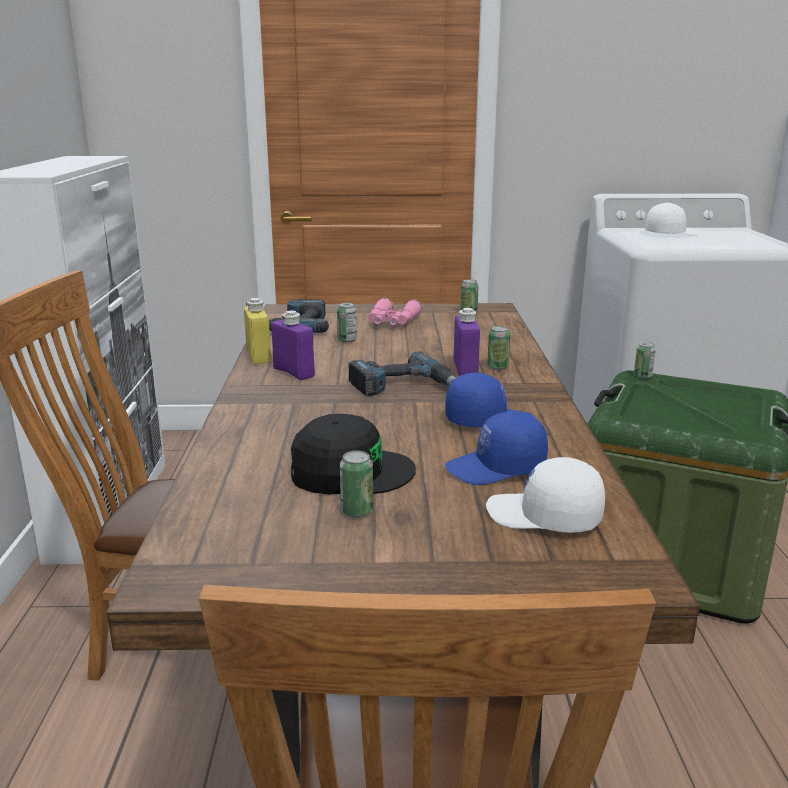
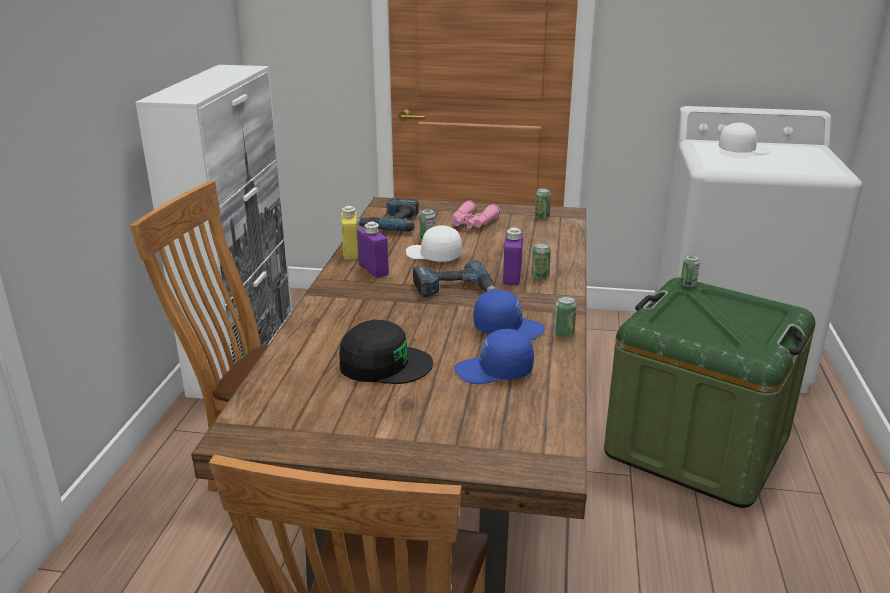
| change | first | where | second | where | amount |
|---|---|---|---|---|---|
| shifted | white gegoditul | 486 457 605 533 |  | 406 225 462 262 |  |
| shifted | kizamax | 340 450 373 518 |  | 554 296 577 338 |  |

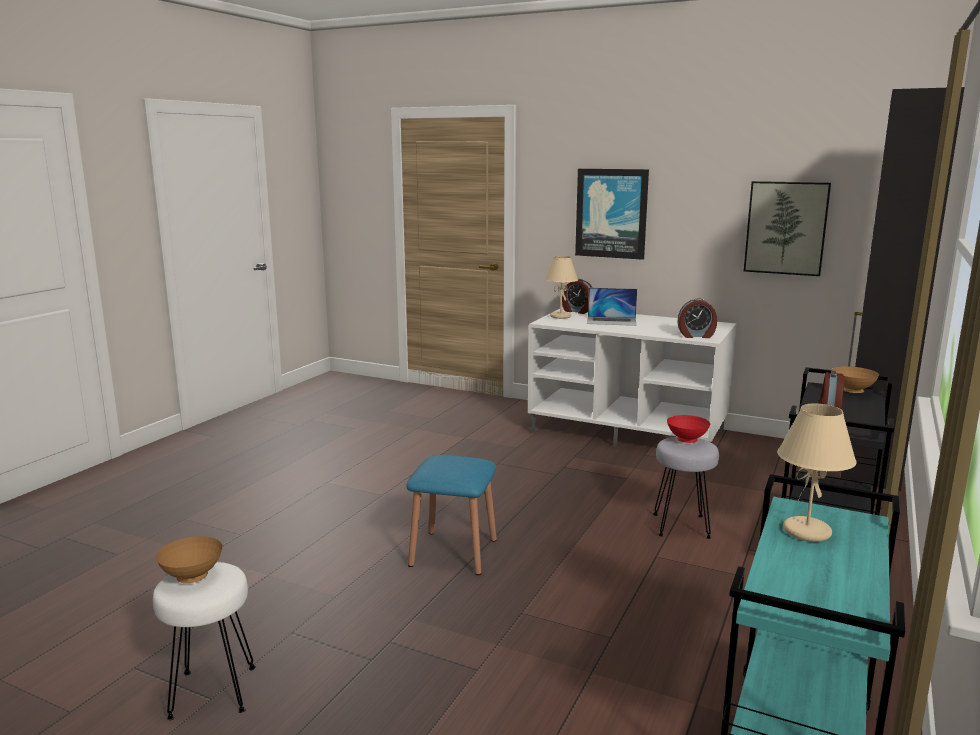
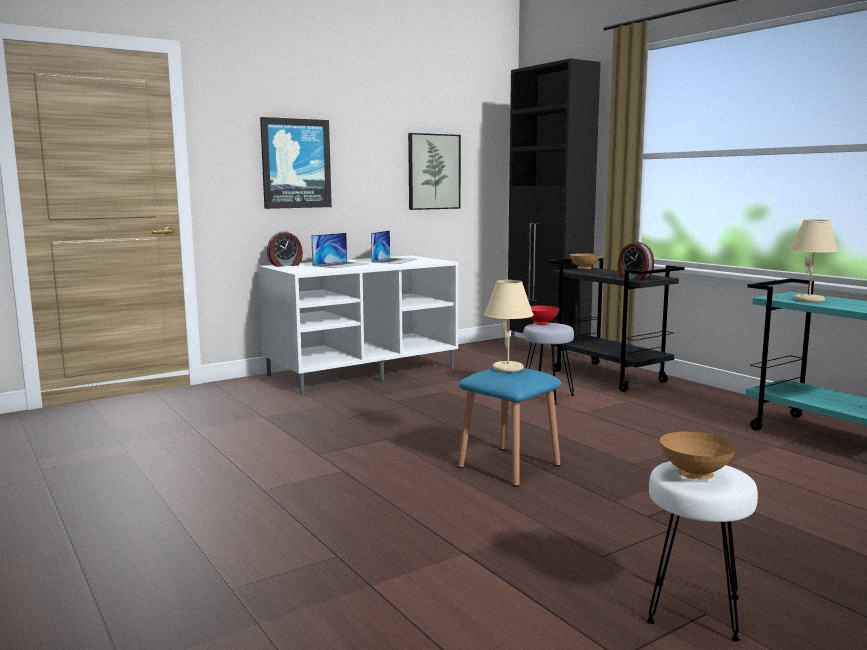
| change | first | where | second | where | amount |
|---|---|---|---|---|---|
| new |  |  | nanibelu | 371 230 417 264 |  |
| shifted | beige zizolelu | 545 256 578 319 |  | 484 280 534 372 |  |
| gone | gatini | 677 298 717 338 |  |  |  |

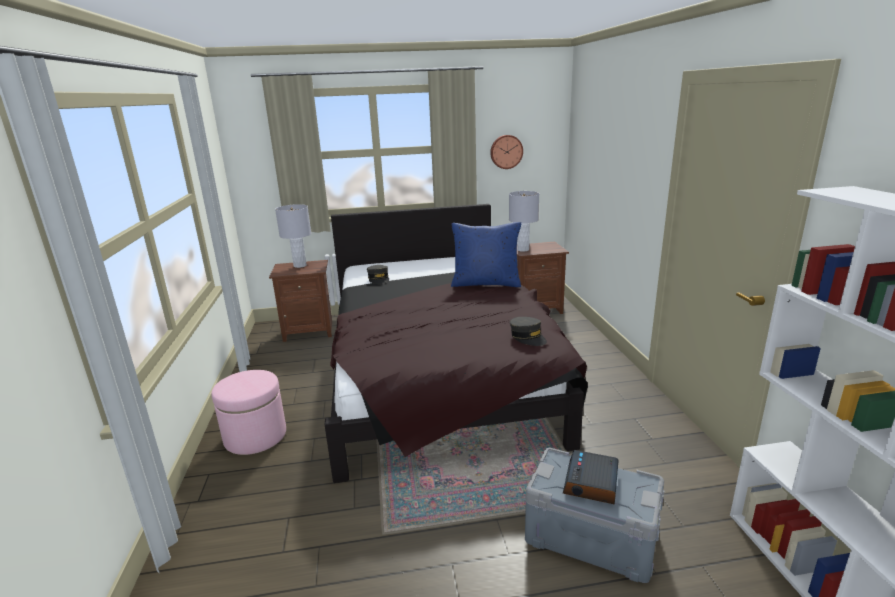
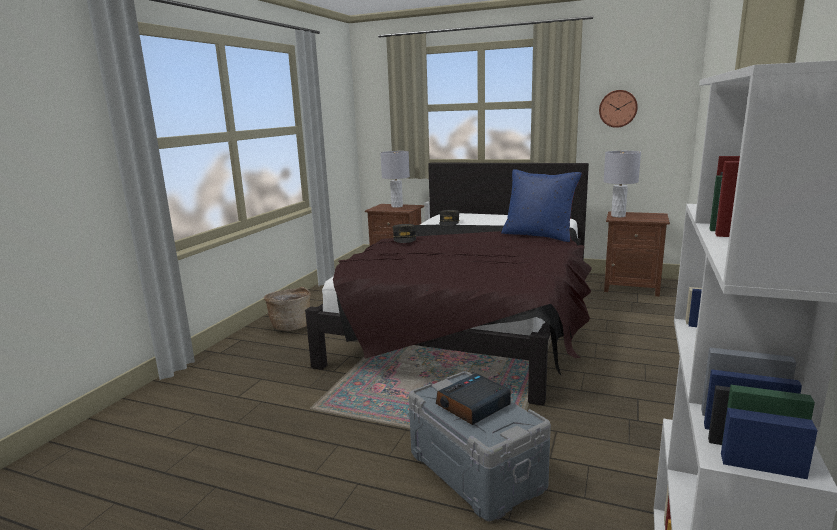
| change | first | where | second | where | amount |
|---|---|---|---|---|---|
| swapped | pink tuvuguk | 211 370 286 455 | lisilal | 264 287 311 331 |  |
| shifted | grey gegoditul | 510 317 547 346 |  | 392 224 416 243 |  |

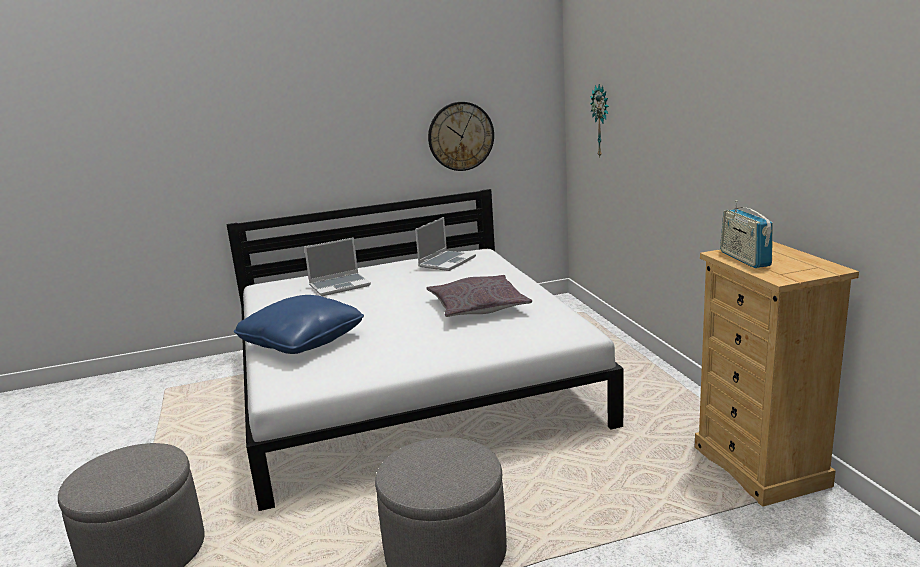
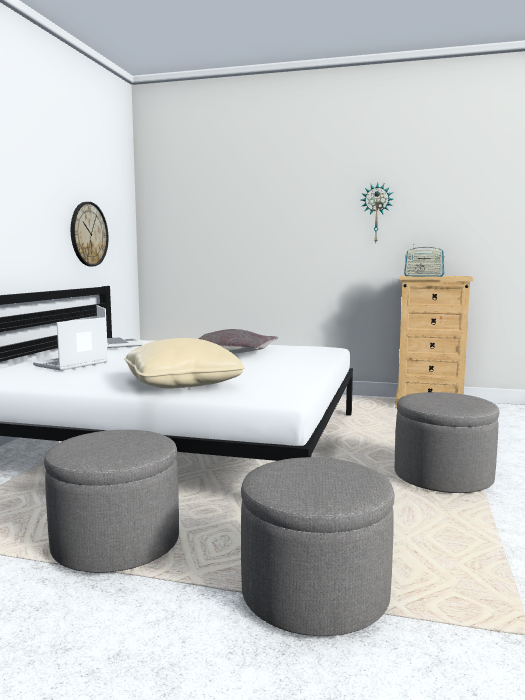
| change | first | where | second | where | amount |
|---|---|---|---|---|---|
| rotated | nanibelu | 304 237 371 296 |  | 33 317 108 371 | 150 degrees counterclockwise |
| new |  |  | grey tuvuguk | 44 430 179 573 |  |
| repainted | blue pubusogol | 234 295 364 354 | beige pubusogol | 124 338 244 389 |  |
| shifted | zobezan | 590 84 609 158 |  | 361 183 393 244 |  |

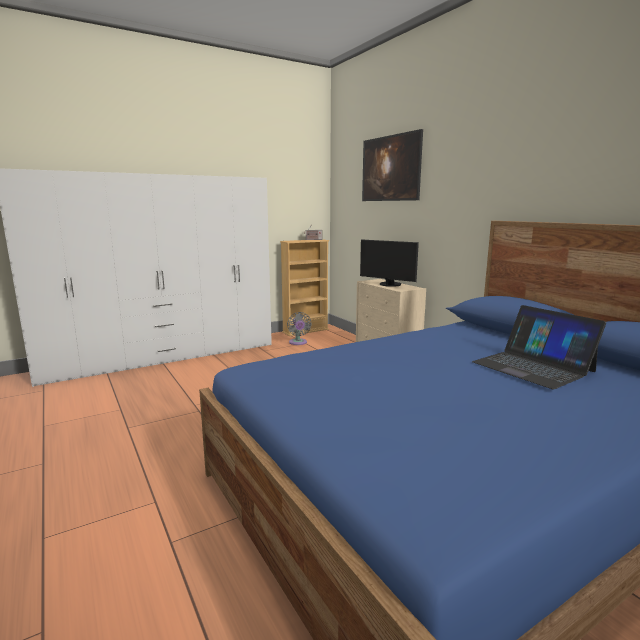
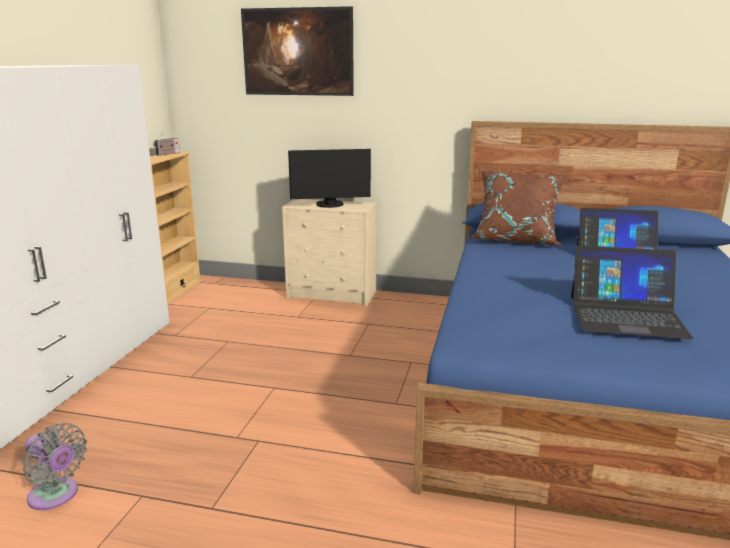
| change | first | where | second | where | amount |
|---|---|---|---|---|---|
| shifted | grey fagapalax | 287 312 311 345 |  | 23 423 87 510 |  |
| new |  |  | brown pubusogol | 469 170 567 245 |  |
| new |  |  | nanibelu | 571 245 693 339 |  |

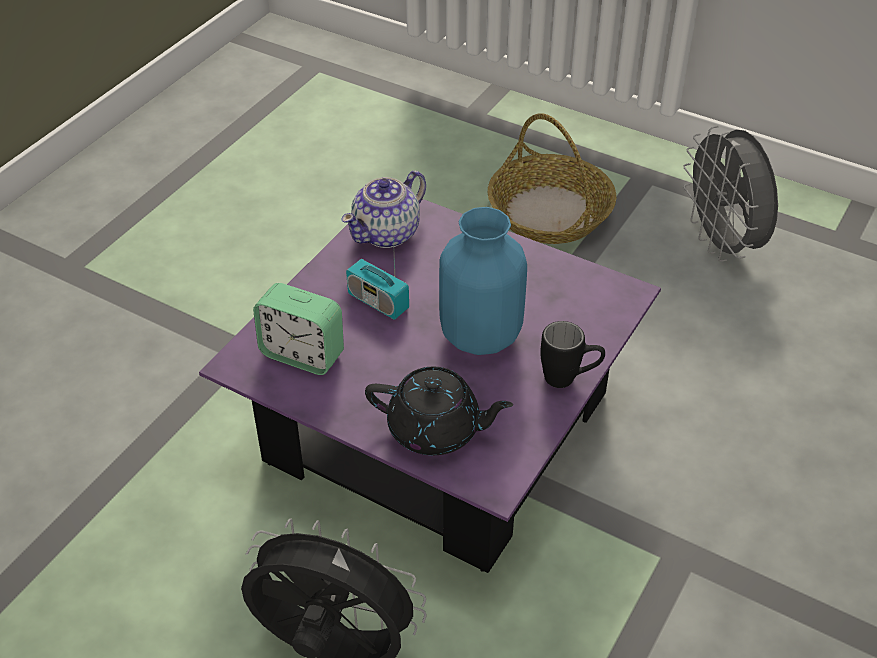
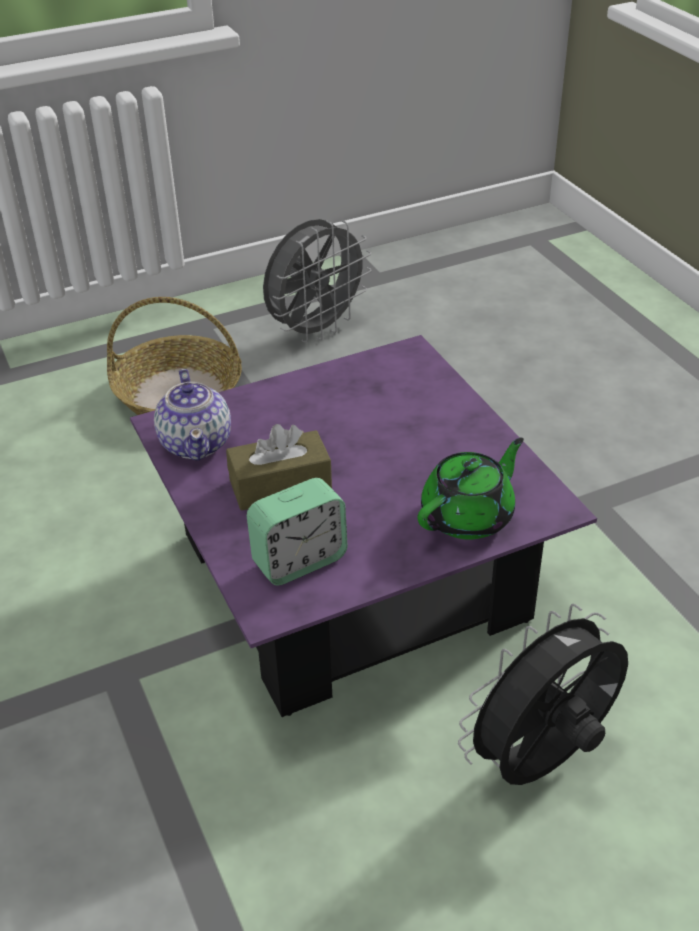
| change | first | where | second | where | amount |
|---|---|---|---|---|---|
| swapped | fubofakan | 346 233 409 320 | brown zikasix | 226 424 332 511 |  |
| rotated | grey fagapalax | 683 126 778 262 |  | 263 219 371 343 | 60 degrees counterclockwise |
| repainted | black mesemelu | 365 366 513 455 | green mesemelu | 418 438 524 540 |  |
| gone | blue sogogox | 439 207 527 355 |  |  |  |
| gone | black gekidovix | 540 321 605 388 |  |  |  |

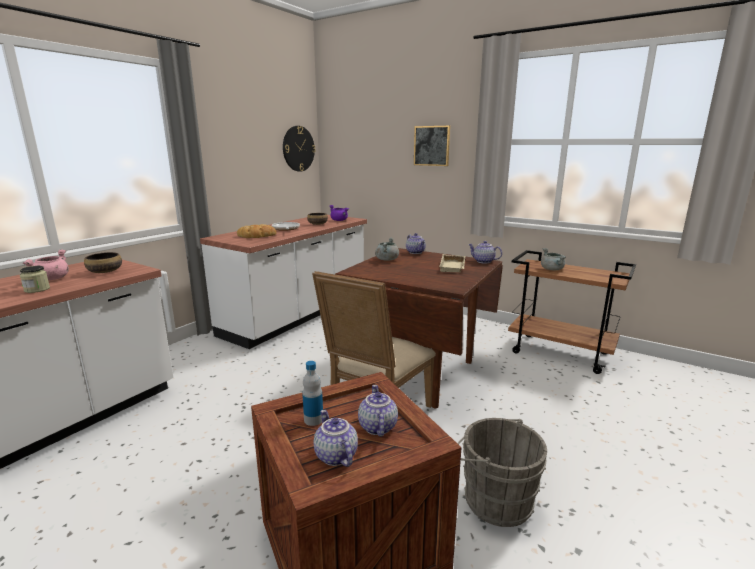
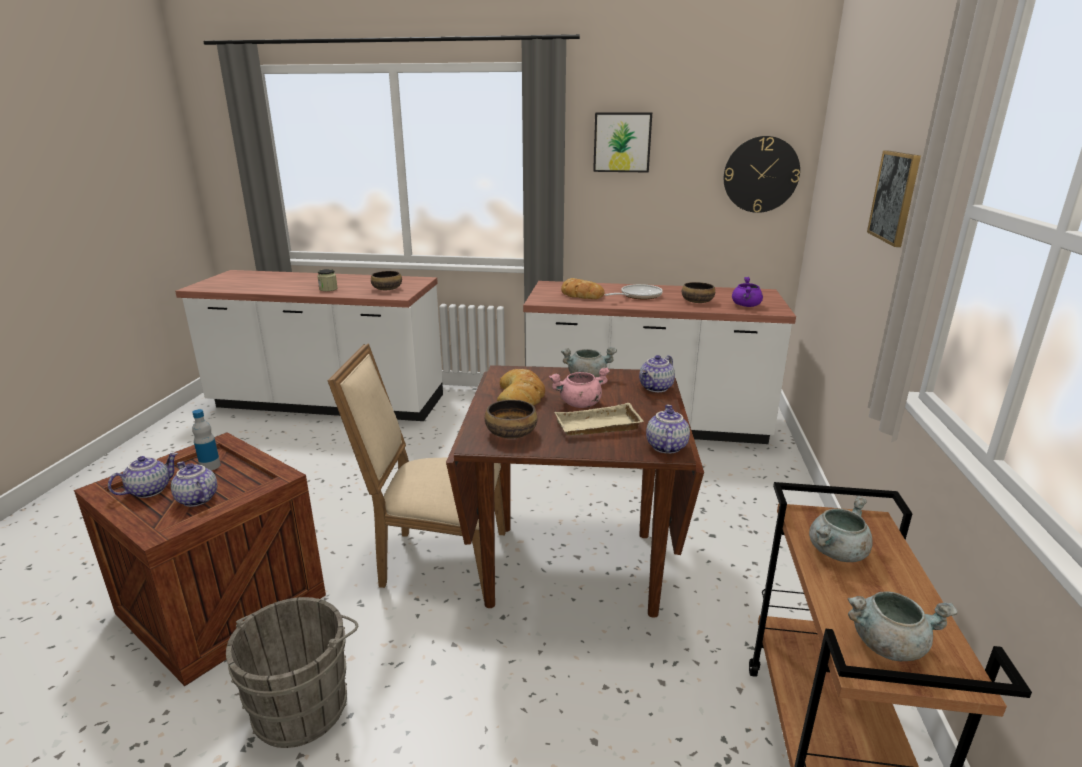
| change | first | where | second | where | amount |
|---|---|---|---|---|---|
| rotated | mesemelu | 358 385 398 437 |  | 171 461 217 507 | 105 degrees counterclockwise |
| new |  |  | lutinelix | 485 400 537 439 |  |
| new |  |  | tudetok | 497 369 545 406 |  |
| shifted | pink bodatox | 23 250 69 280 |  | 549 367 610 408 |  |
| new |  |  | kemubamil | 593 113 652 173 |  |
| new |  |  | grey bodatox | 848 592 958 661 |  |

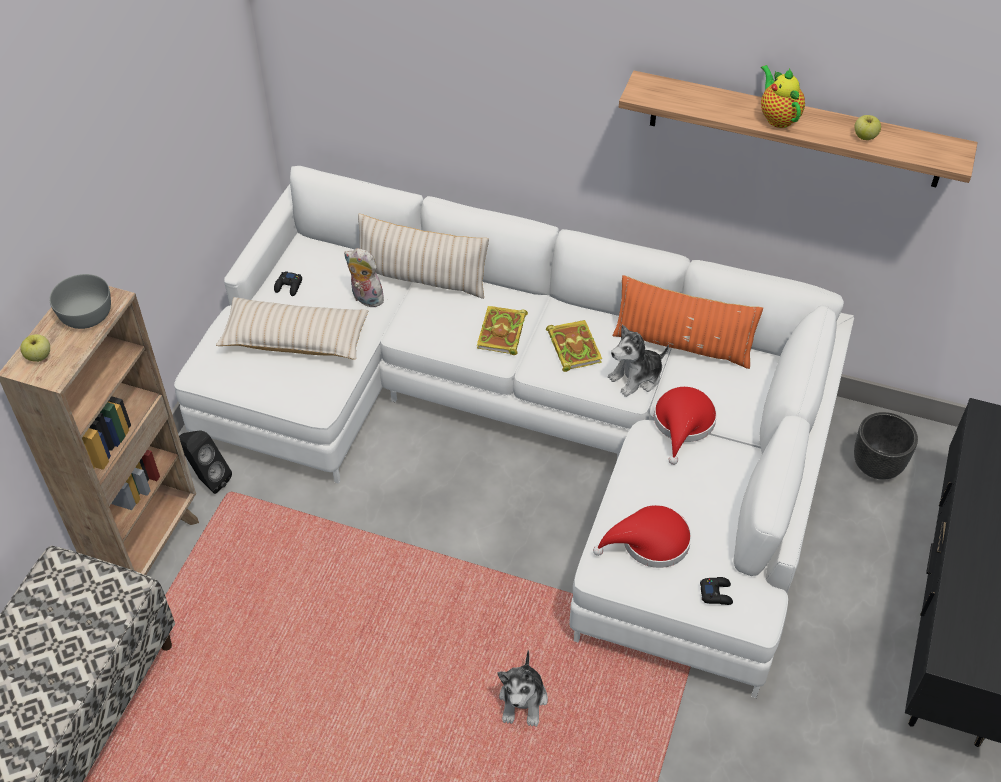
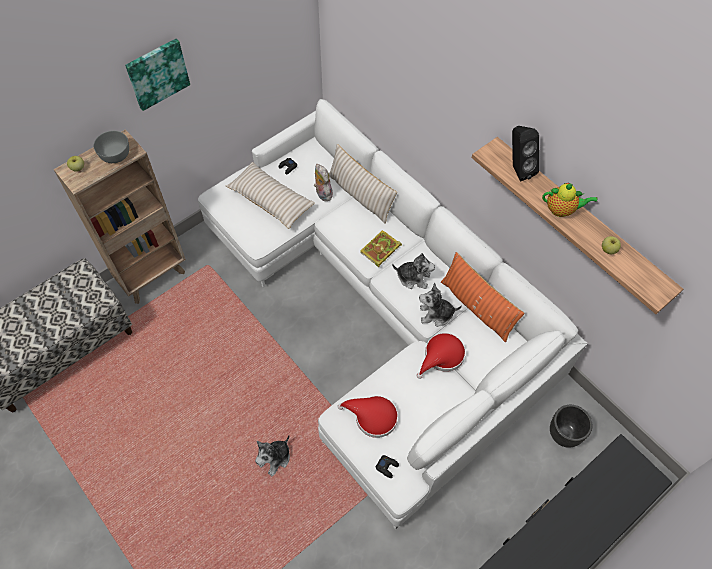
| change | first | where | second | where | amount |
|---|---|---|---|---|---|
| new |  |  | kemubamil | 125 39 190 111 |  |
| swapped | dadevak | 546 320 602 372 | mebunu | 392 253 435 289 |  |
| shifted | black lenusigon | 179 430 232 494 |  | 512 126 539 181 |  |
| rotated | mesemelu | 761 65 805 128 |  | 542 183 597 217 | 90 degrees clockwise |

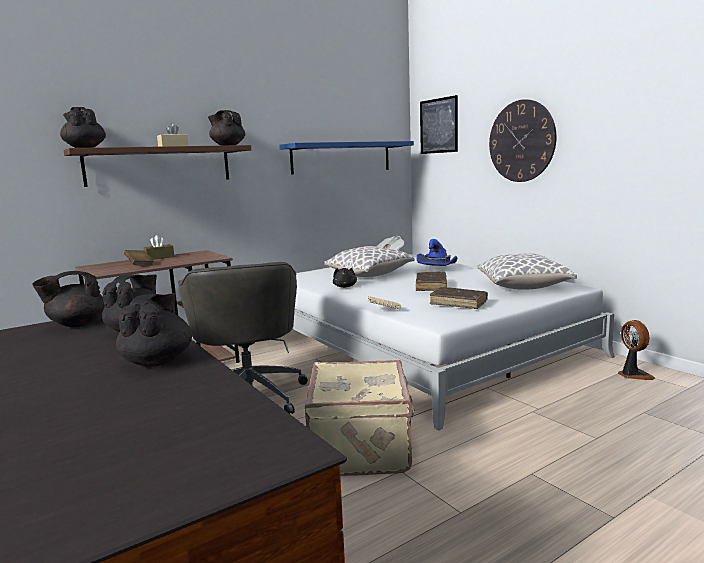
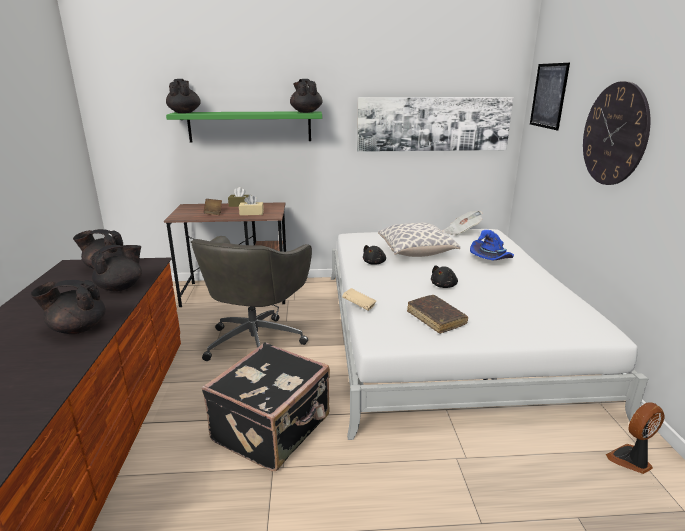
| change | first | where | second | where | amount |
|---|---|---|---|---|---|
| rotated | black mesemelu | 116 293 192 366 |  | 31 279 106 334 | 135 degrees counterclockwise |
| repainted | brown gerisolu | 63 145 251 187 | green gerisolu | 166 111 322 142 |  |
| repainted | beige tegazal | 305 360 415 476 | black tegazal | 202 342 330 471 |  |
| shifted | beige zikasix | 157 123 189 147 |  | 239 195 264 215 |  |
| swapped | blue gerisolu | 279 141 414 175 | kemubamil | 357 97 513 152 |  |
| swapped | brown dadevak | 416 272 447 291 | black mebunu | 431 265 458 288 |  |
| rotated | fagapalax | 618 320 655 380 |  | 606 402 665 474 | 135 degrees counterclockwise |
| gone | pubusogol | 478 253 577 290 |  |  |  |

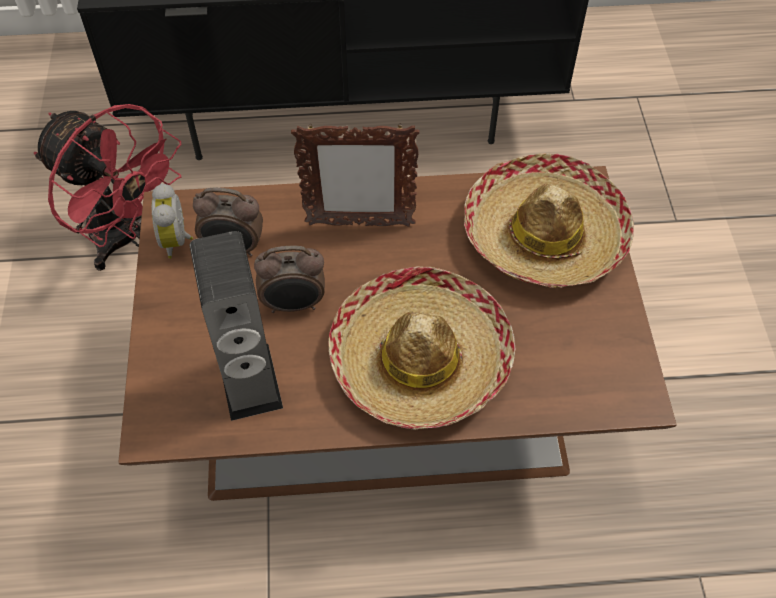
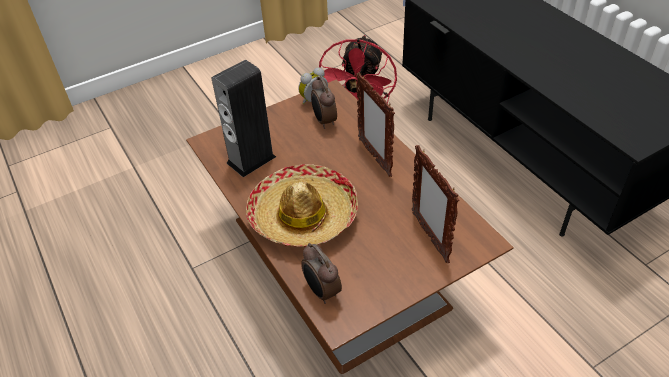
| change | first | where | second | where | amount |
|---|---|---|---|---|---|
| shifted | gatini | 254 245 325 313 |  | 301 243 342 304 |  |
| swapped | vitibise | 464 153 634 288 | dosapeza | 412 145 460 263 |  |

